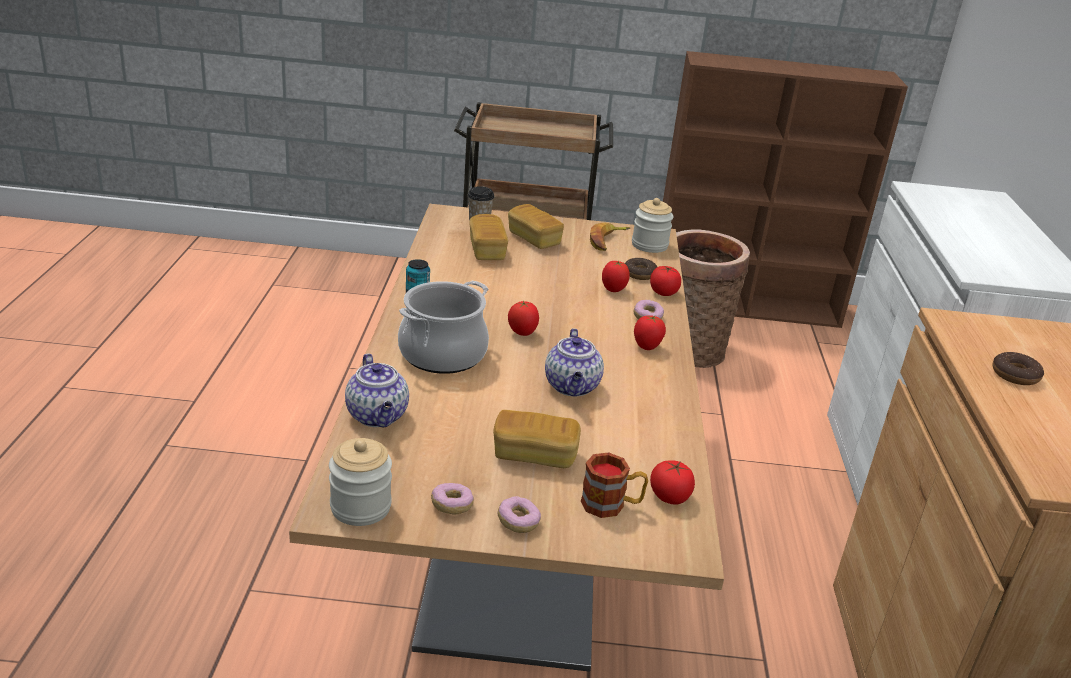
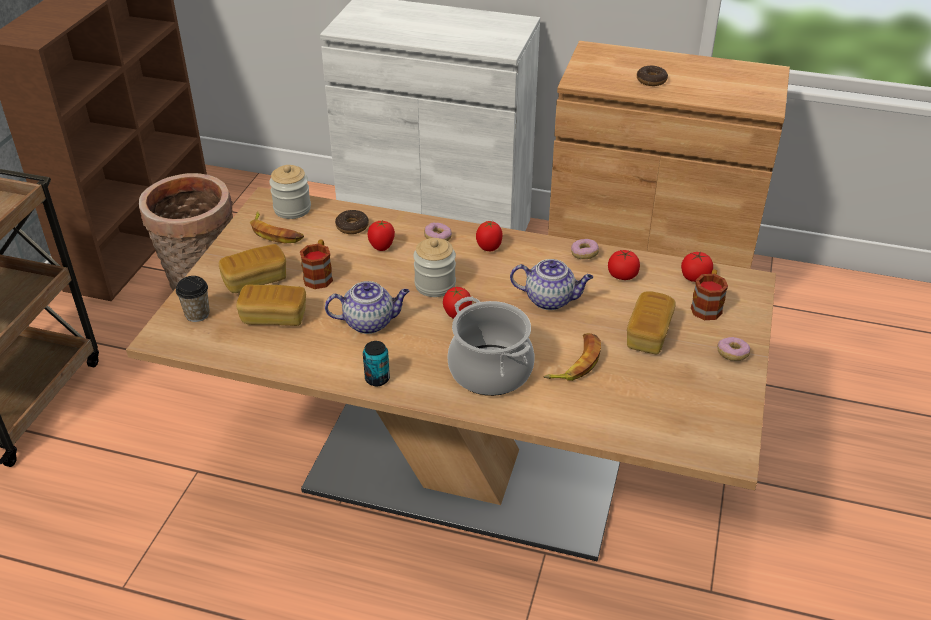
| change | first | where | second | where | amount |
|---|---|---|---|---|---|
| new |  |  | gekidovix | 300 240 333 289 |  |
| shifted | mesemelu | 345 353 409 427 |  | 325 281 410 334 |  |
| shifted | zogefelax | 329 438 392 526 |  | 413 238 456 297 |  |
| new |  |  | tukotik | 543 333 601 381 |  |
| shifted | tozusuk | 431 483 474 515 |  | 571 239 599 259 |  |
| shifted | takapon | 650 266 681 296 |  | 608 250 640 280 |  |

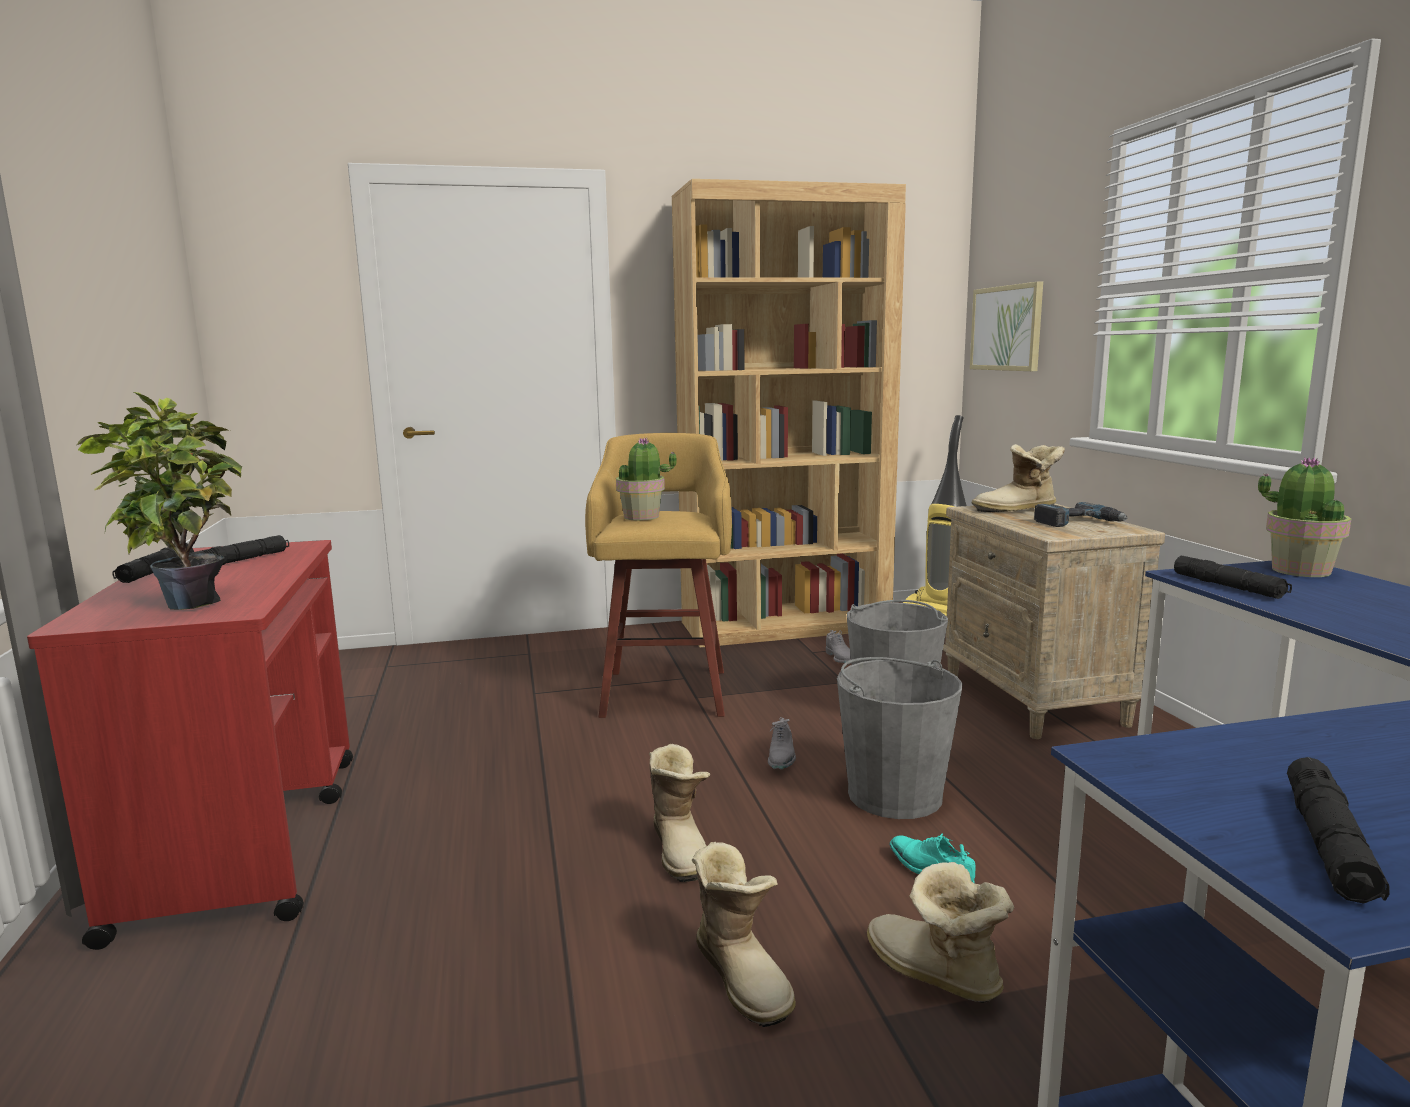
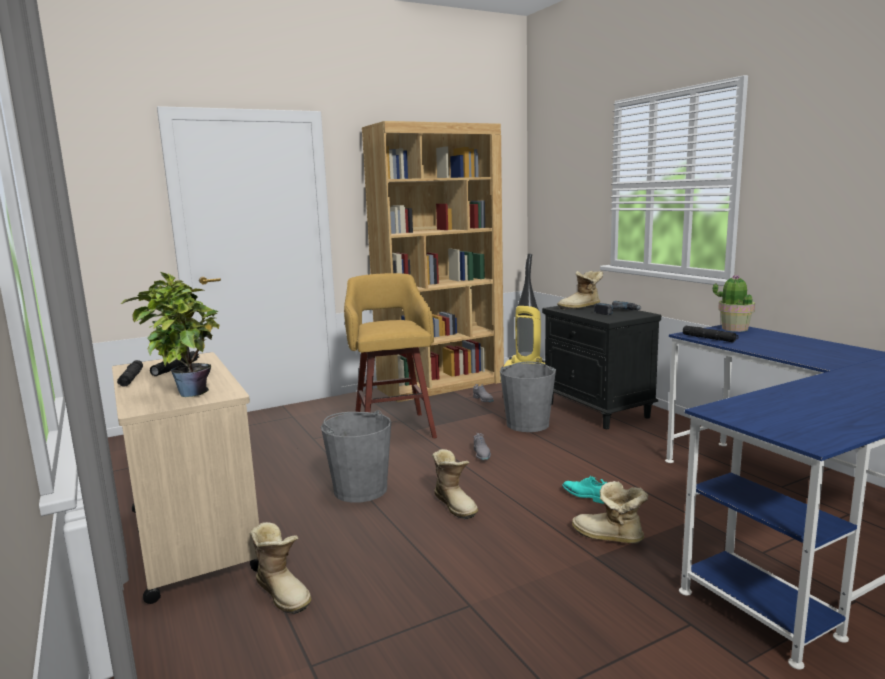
| change | first | where | second | where | amount |
|---|---|---|---|---|---|
| repainted | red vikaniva | 27 540 353 950 | beige vikaniva | 112 352 259 604 |  |
| shifted | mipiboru | 692 842 796 1027 |  | 250 522 311 614 |  |
| shifted | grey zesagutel | 837 657 963 819 |  | 321 410 391 503 |  |
| repainted | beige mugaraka | 943 504 1165 739 | black mugaraka | 542 303 661 429 |  |
| gone | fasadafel | 616 438 677 521 |  |  |  |
| gone | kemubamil | 970 282 1043 371 |  |  |  |
| gone | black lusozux | 1287 757 1390 904 |  |  |  |

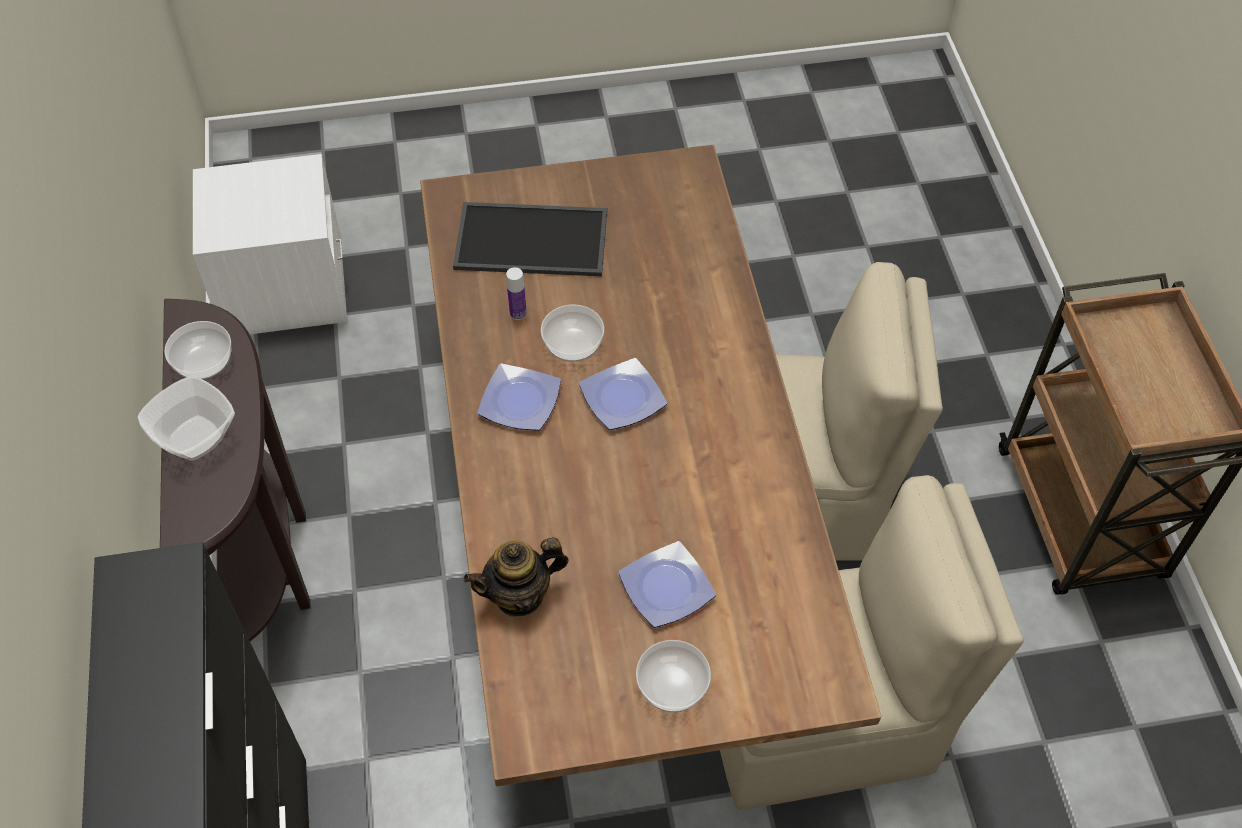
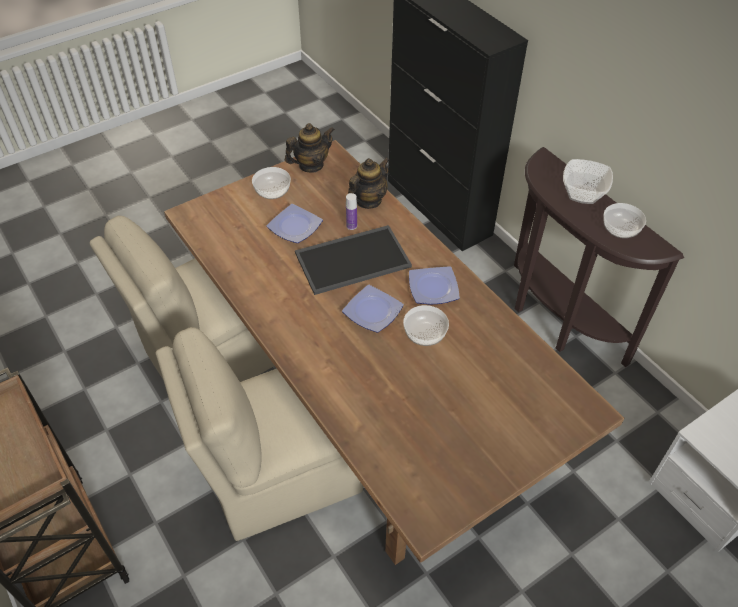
| change | first | where | second | where | amount |
|---|---|---|---|---|---|
| new |  |  | mesemelu | 285 123 335 172 |  |
| shifted | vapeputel | 453 202 607 276 |  | 295 225 412 295 |  |
| shifted | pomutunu | 506 267 527 320 |  | 346 193 357 230 |  |

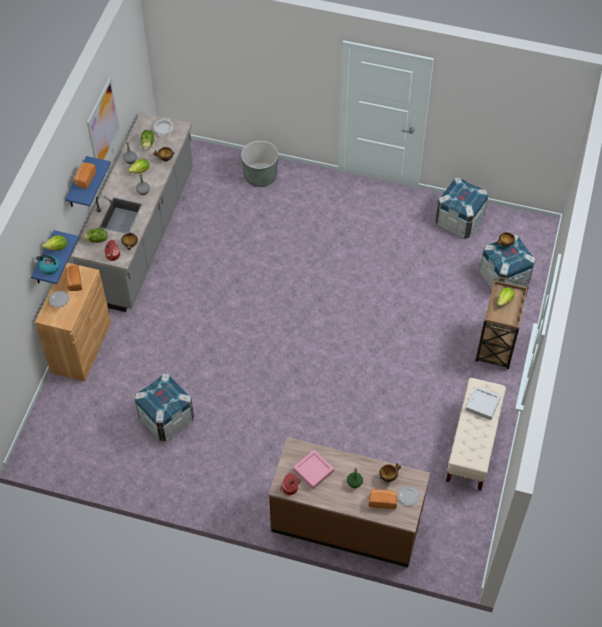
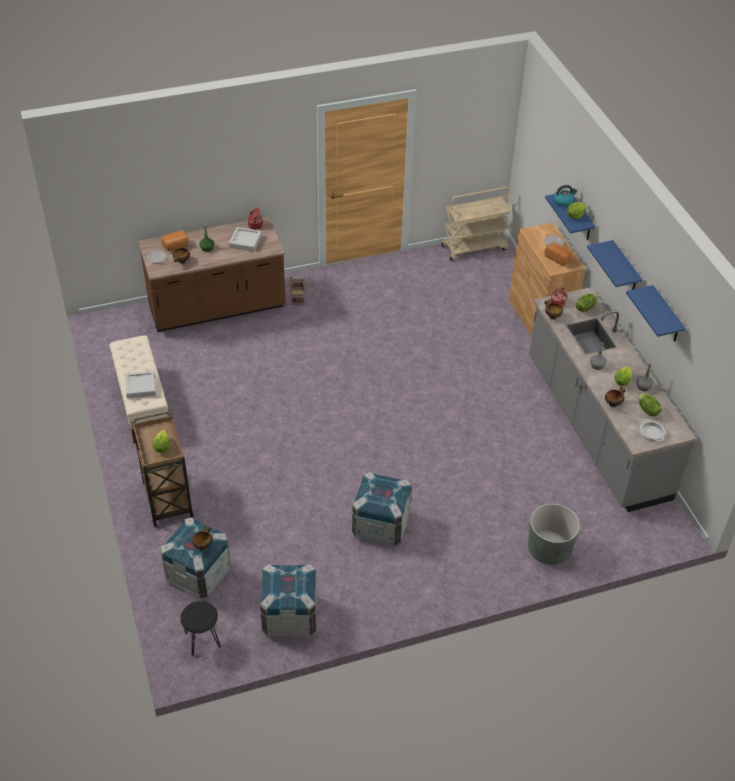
| change | first | where | second | where | amount |
|---|---|---|---|---|---|
| new |  |  | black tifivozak | 180 601 221 656 |  |
| repainted | pink vapeputel | 293 450 334 489 | grey vapeputel | 229 227 262 252 |  |
| new |  |  | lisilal | 291 275 305 305 |  |
| shifted | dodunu | 135 374 194 442 |  | 352 472 412 546 |  |
| new |  |  | beige vikaniva | 441 187 512 261 |  |
| swapped | kemubamil | 87 78 120 160 | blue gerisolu | 626 285 686 341 |  |
| gone | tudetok | 74 162 96 189 |  |  |  |

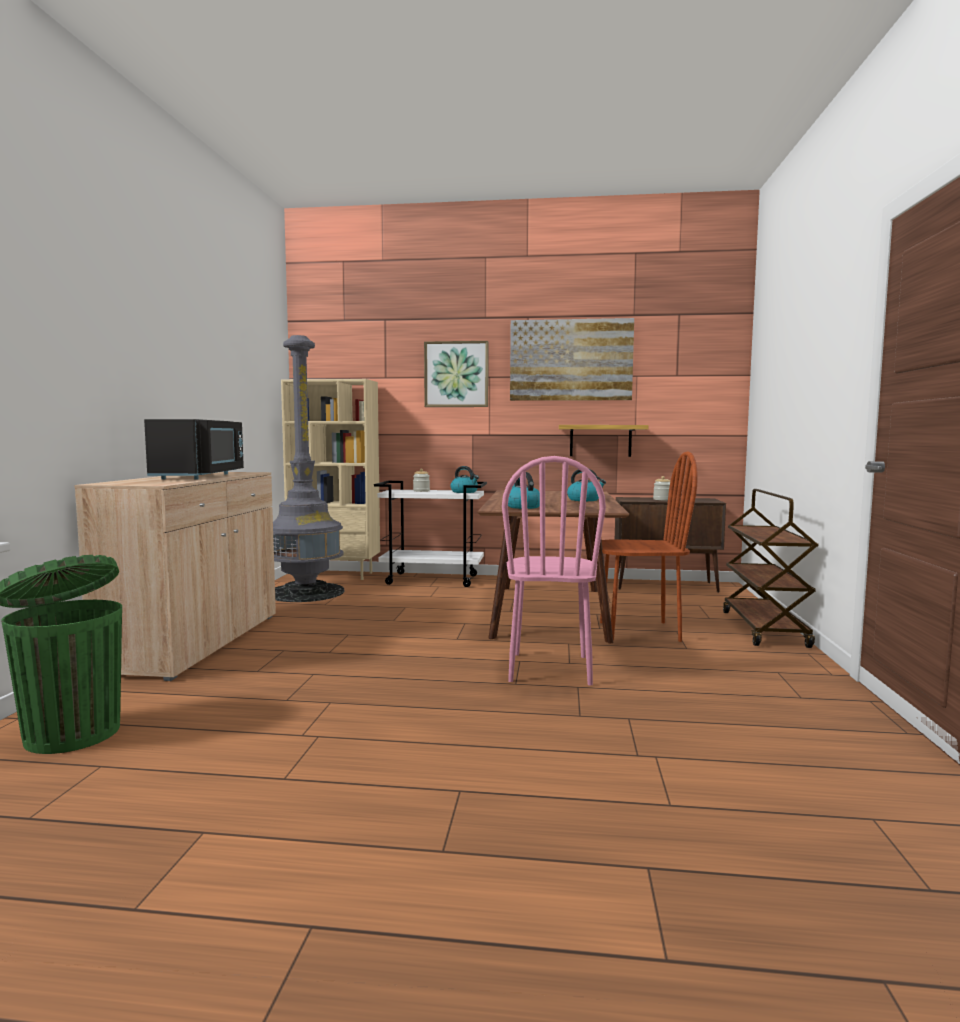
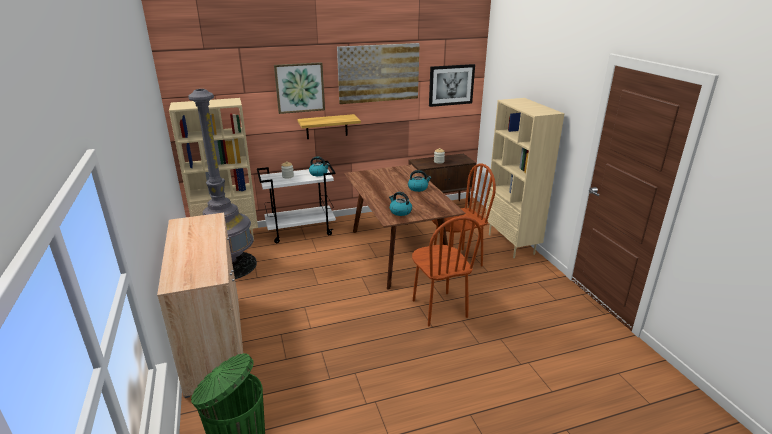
| change | first | where | second | where | amount |
|---|---|---|---|---|---|
| shifted | gerisolu | 559 425 649 457 |  | 297 114 361 139 |  |
| repainted | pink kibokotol | 502 456 606 685 | brown kibokotol | 412 216 482 326 |  |
| new |  |  | kemubamil | 429 64 475 107 |  |
| swapped | brown vikaniva | 723 489 818 648 | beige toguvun | 486 98 564 258 |  |
| gone | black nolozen | 144 419 244 480 |  |  |  |

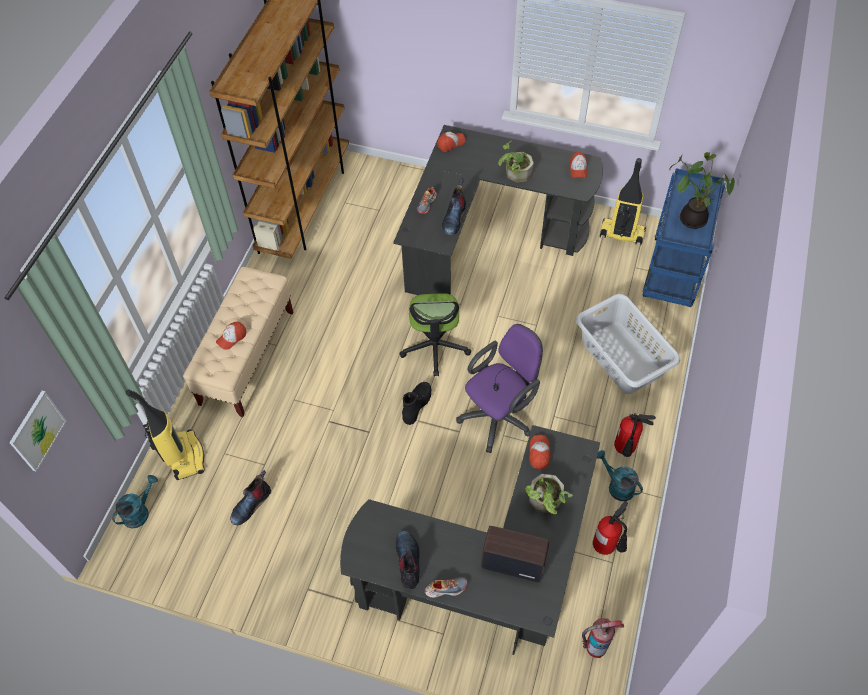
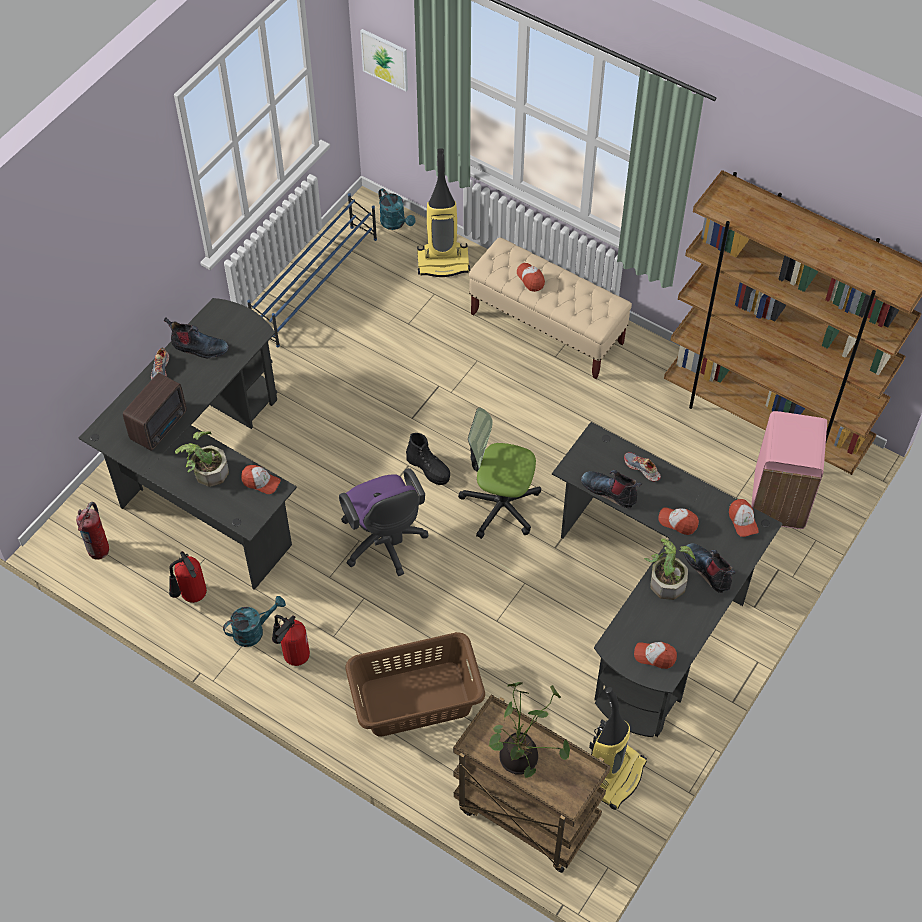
| change | first | where | second | where | amount |
|---|---|---|---|---|---|
| new |  |  | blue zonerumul | 247 193 377 347 |  |
| repainted | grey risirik | 576 294 680 394 | brown risirik | 345 632 485 737 |  |
| repainted | blue vikaniva | 643 168 726 307 | brown vikaniva | 453 695 611 873 |  |
| new |  |  | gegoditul | 658 507 699 535 |  |
| shifted | mipiboru | 230 470 271 525 |  | 683 543 736 593 |  |
| new |  |  | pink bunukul | 751 411 827 529 |  |

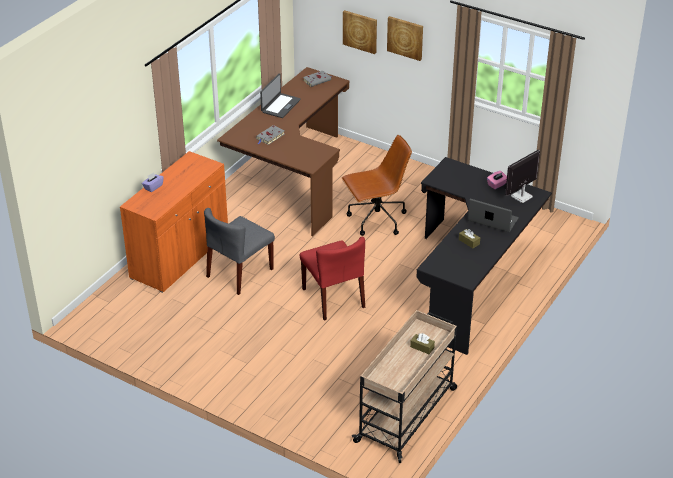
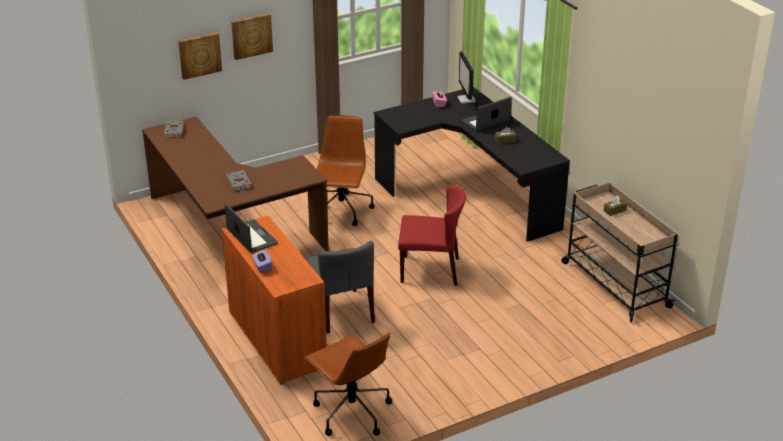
| change | first | where | second | where | amount |
|---|---|---|---|---|---|
| shifted | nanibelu | 260 73 301 118 |  | 225 204 278 253 |  |
| new |  |  | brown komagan | 304 333 392 436 |  |

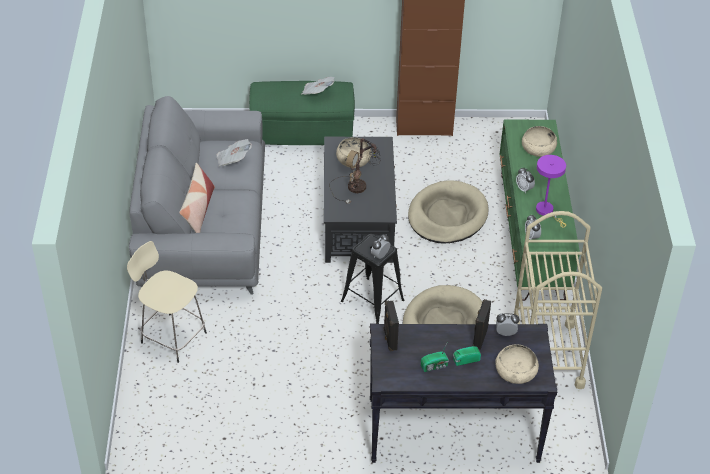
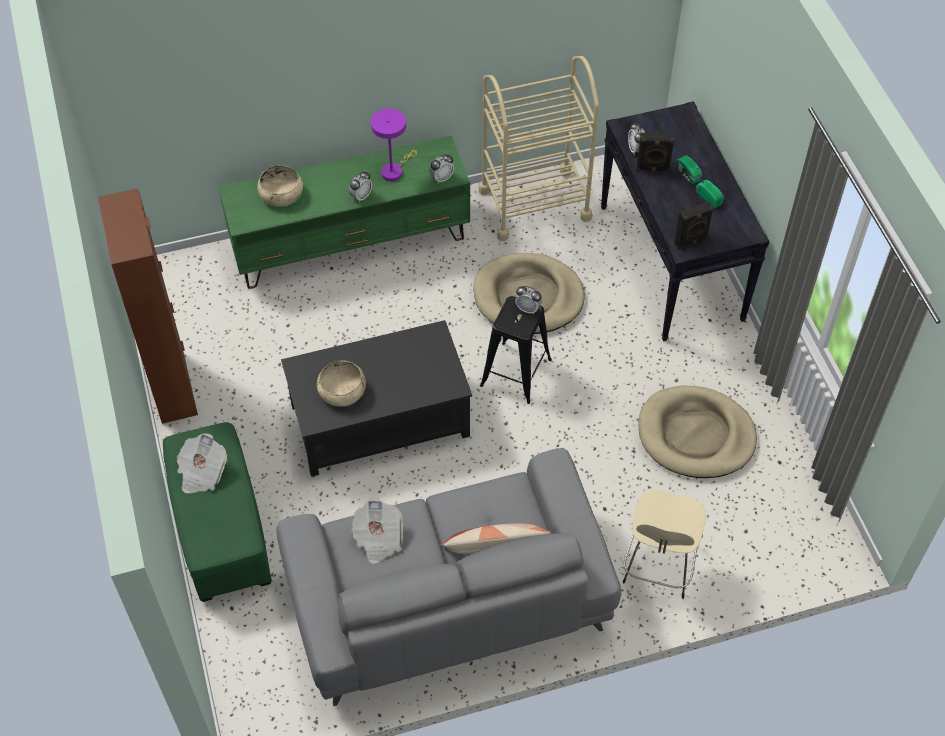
| change | first | where | second | where | amount |
|---|---|---|---|---|---|
| shifted | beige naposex | 408 180 489 244 |  | 639 385 757 478 |  |
| gone | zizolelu | 329 138 381 204 |  |  |  |
| gone | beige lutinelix | 495 345 539 384 |  |  |  |

